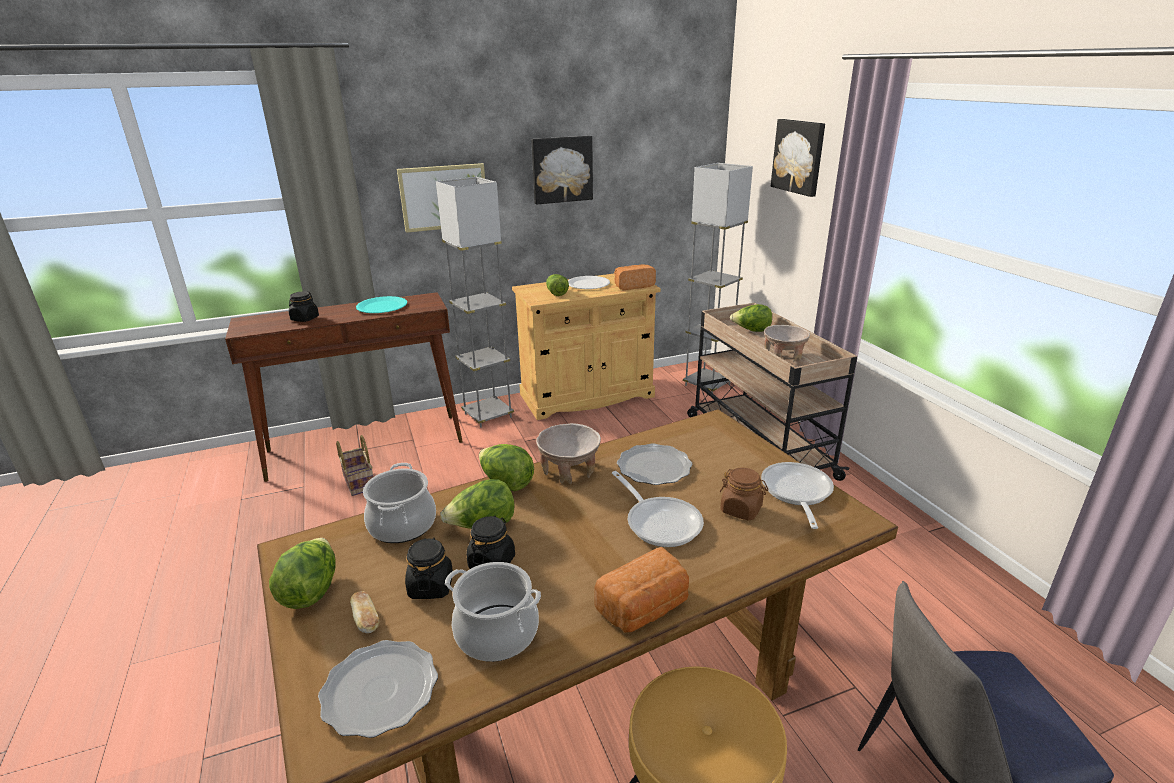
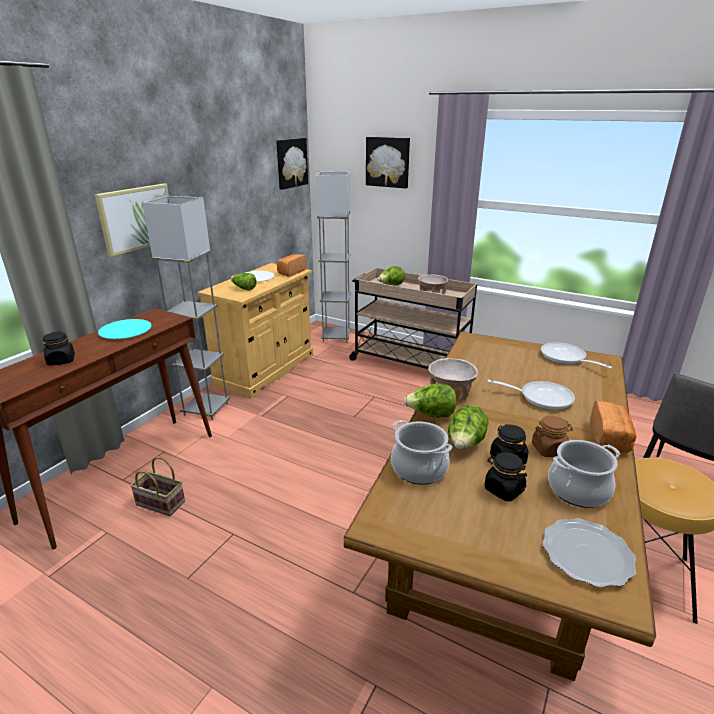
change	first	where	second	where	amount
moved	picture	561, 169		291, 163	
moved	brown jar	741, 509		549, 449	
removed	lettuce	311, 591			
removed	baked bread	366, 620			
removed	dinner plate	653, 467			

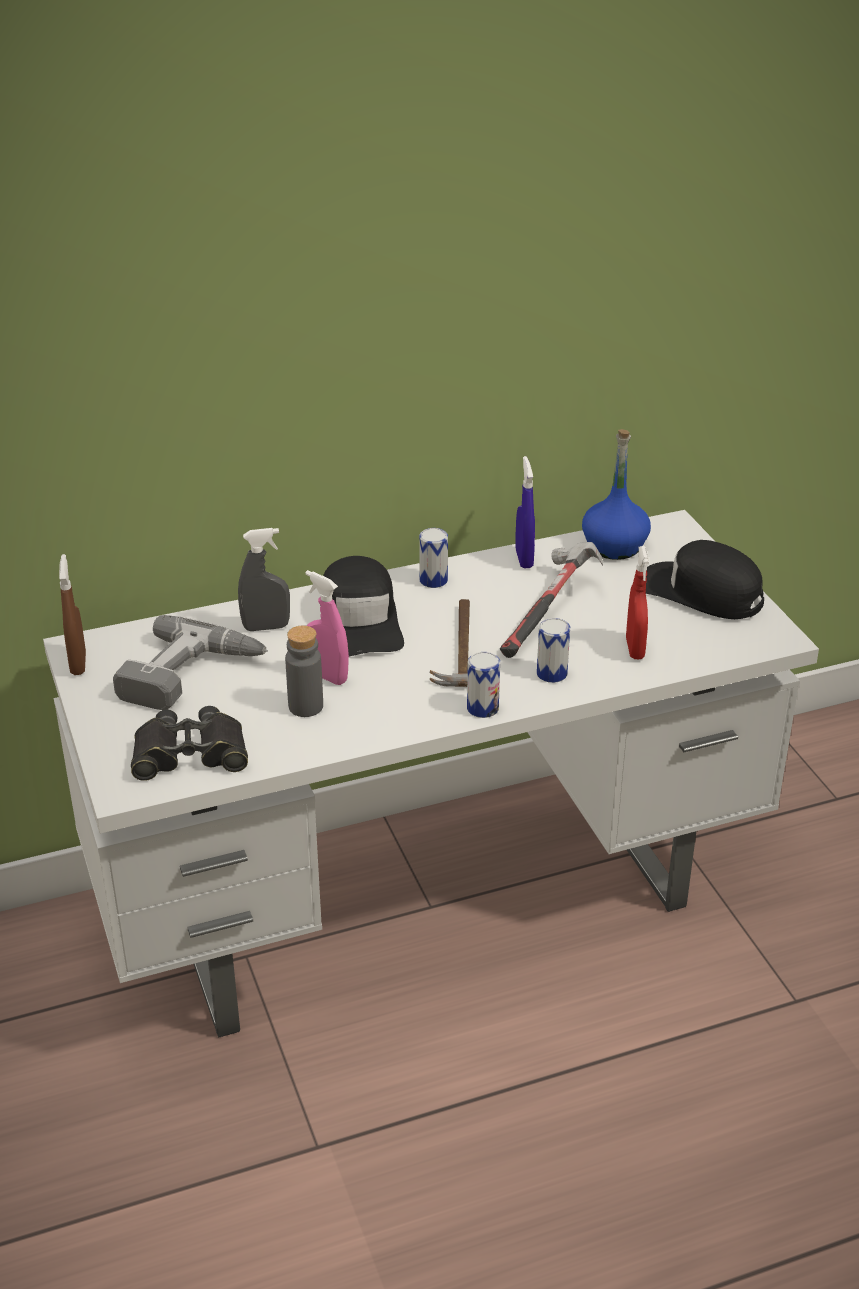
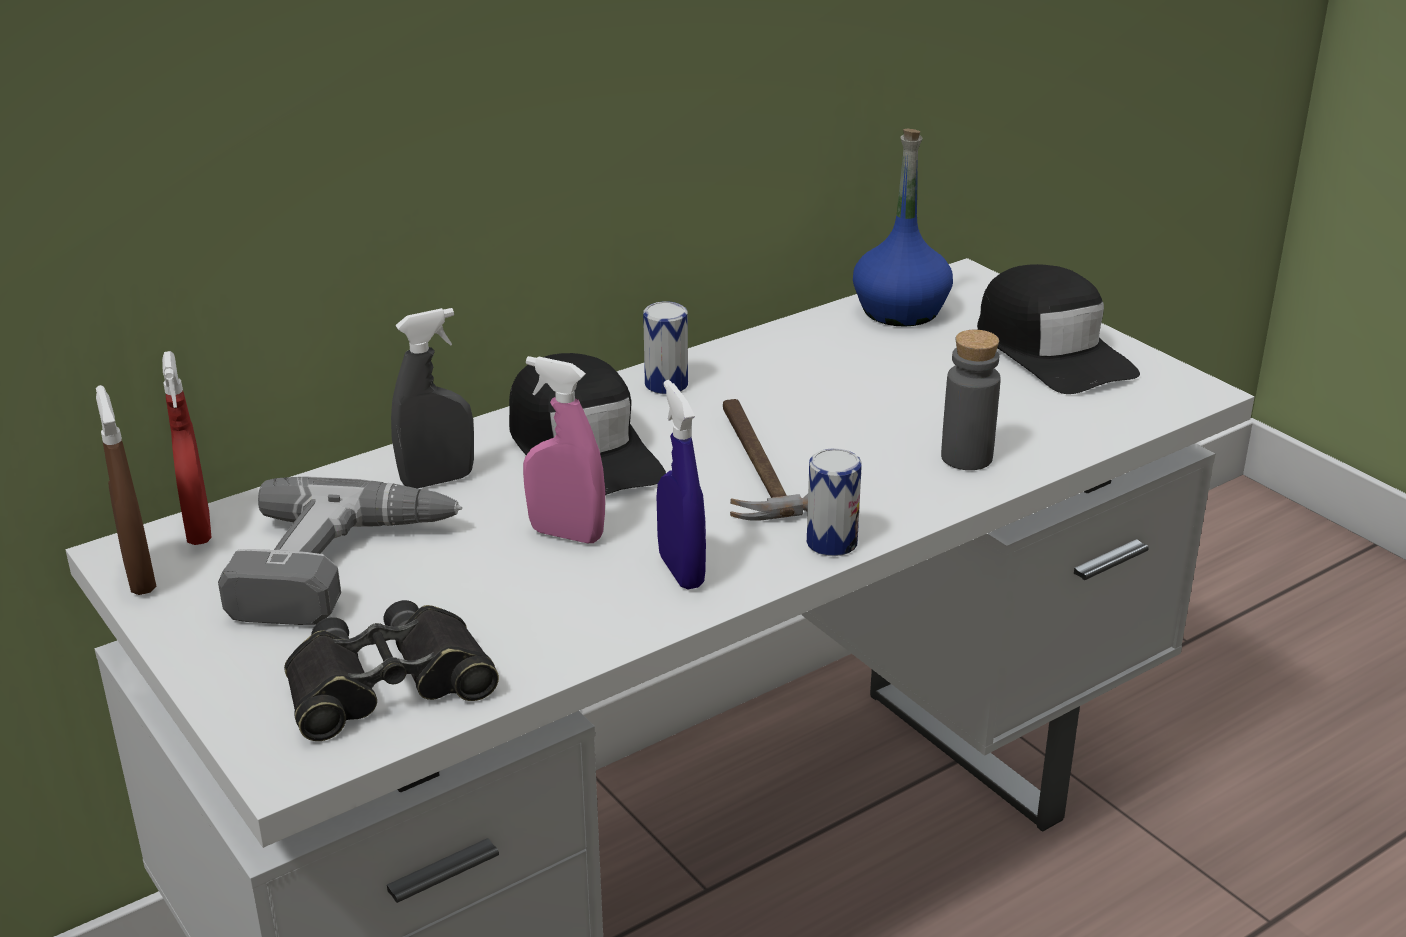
change	first	where	second	where	amount
moved	reddish spray bottle	634, 649		198, 529	
moved	blue-coloured spray bottle	524, 559		681, 571	
moved	gray beverage bottle	305, 706		966, 457	
turned	blackish baseball cap	700, 592		1052, 350	135 degrees counterclockwise
removed	tool hammer	550, 612			
removed	can	552, 673			

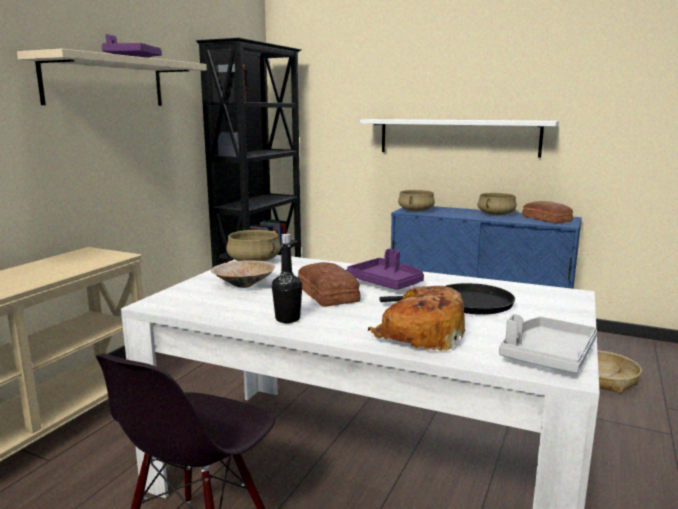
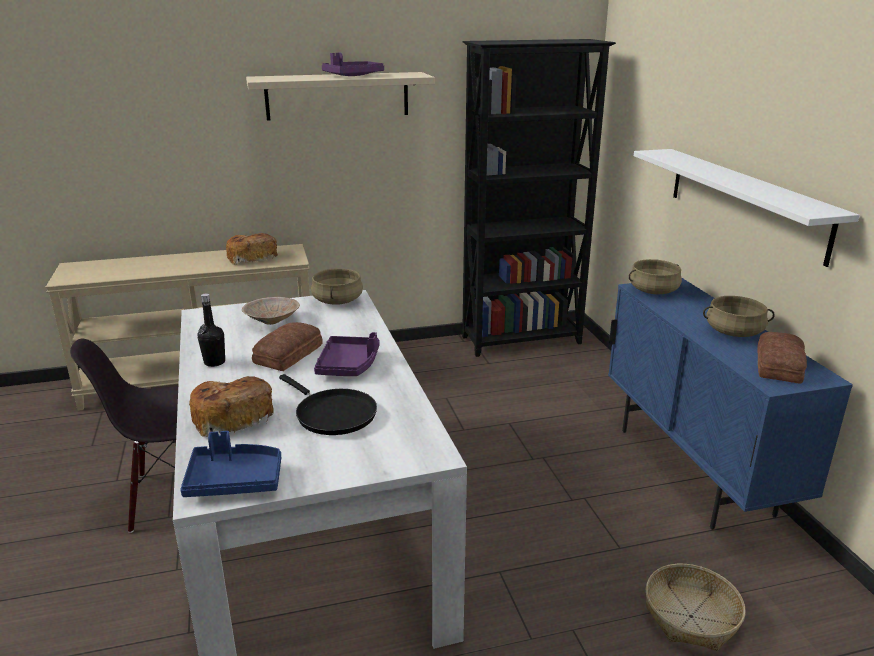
change	first	where	second	where	amount
recoloured	gray tray	547, 356	blue-coloured tray	234, 480	
added			baked bread	252, 257	

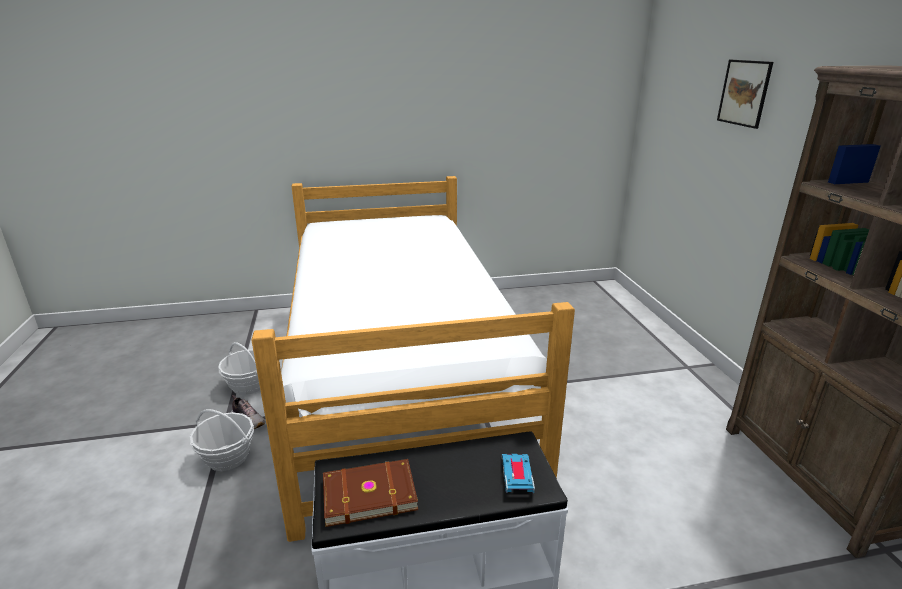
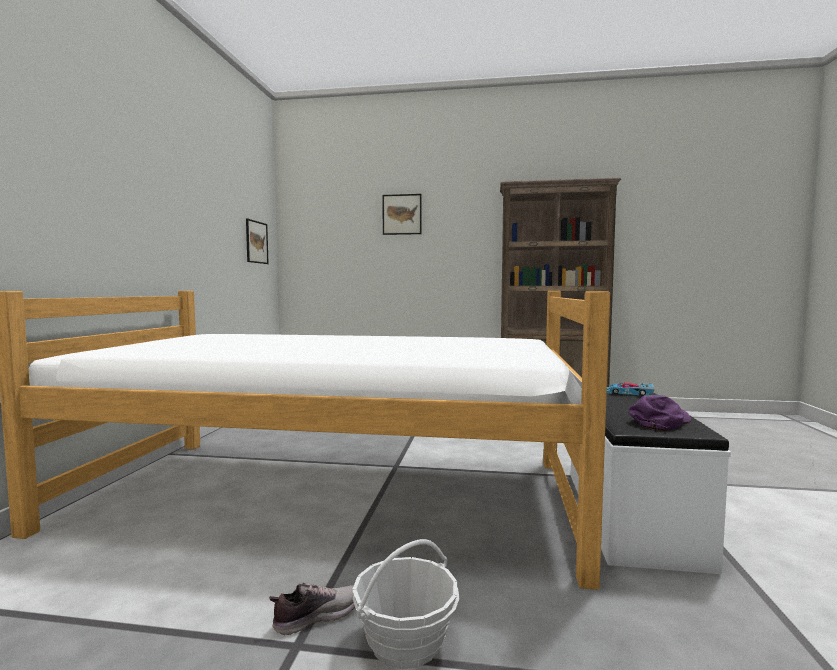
change	first	where	second	where	amount
added			picture	256, 242	
replaced	brown volume	368, 493	purple baseball cap	660, 421	
removed	basket	248, 385			

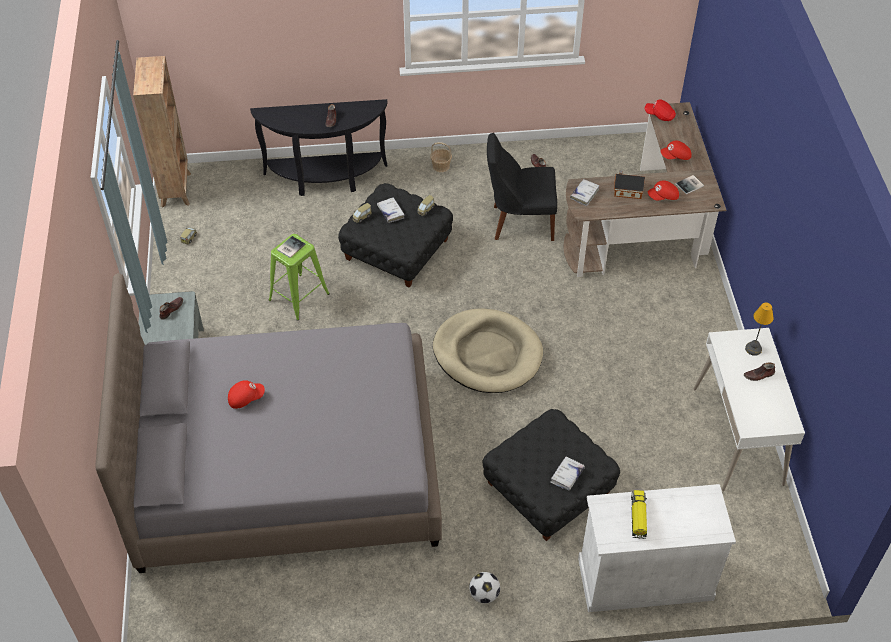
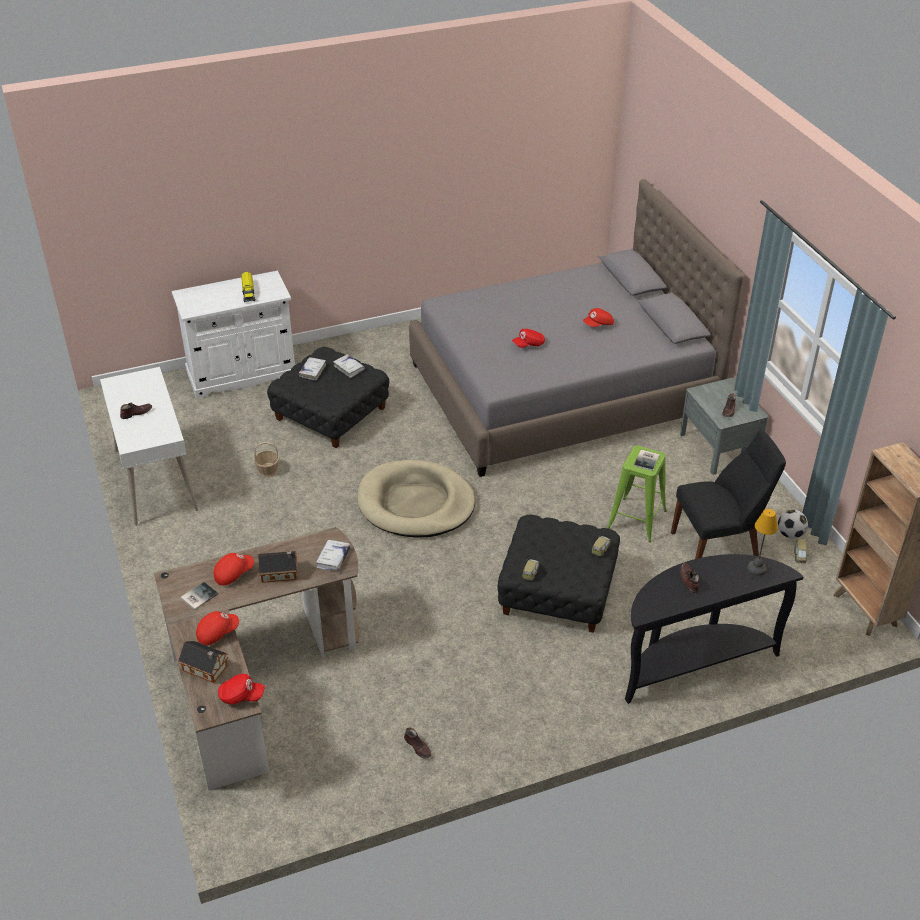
change	first	where	second	where	amount
added			miniature house	206, 669	
moved	basket	441, 166		268, 470	
moved	white-coloured volume	390, 212		349, 368	
added			reddish baseball cap	528, 344	
moved	blackish plain chair	519, 222		719, 545	
moved	table lamp	753, 349		756, 568	
moved	football	484, 594		790, 534	

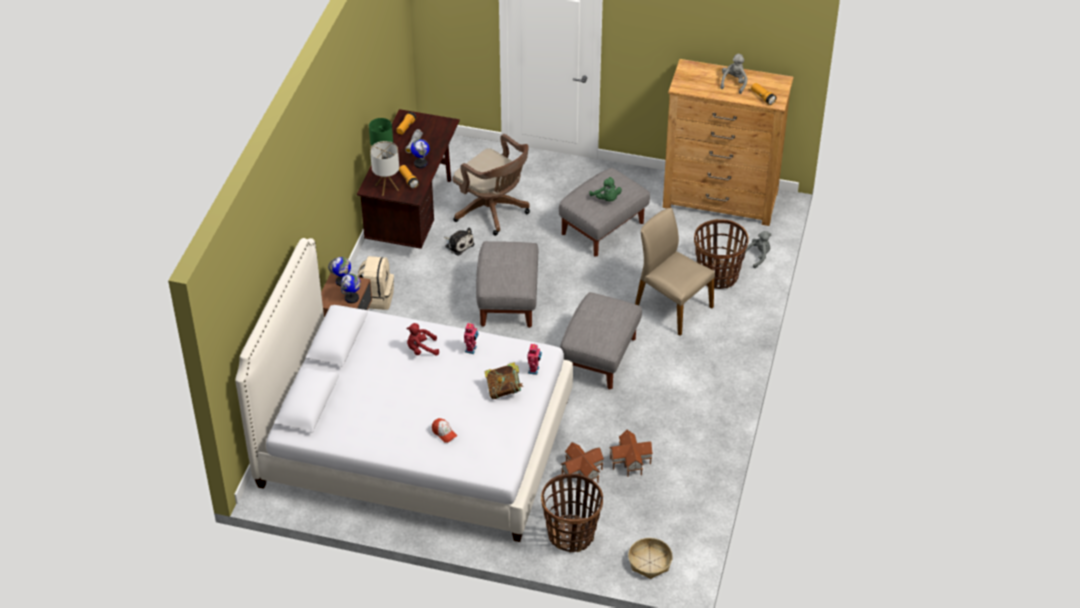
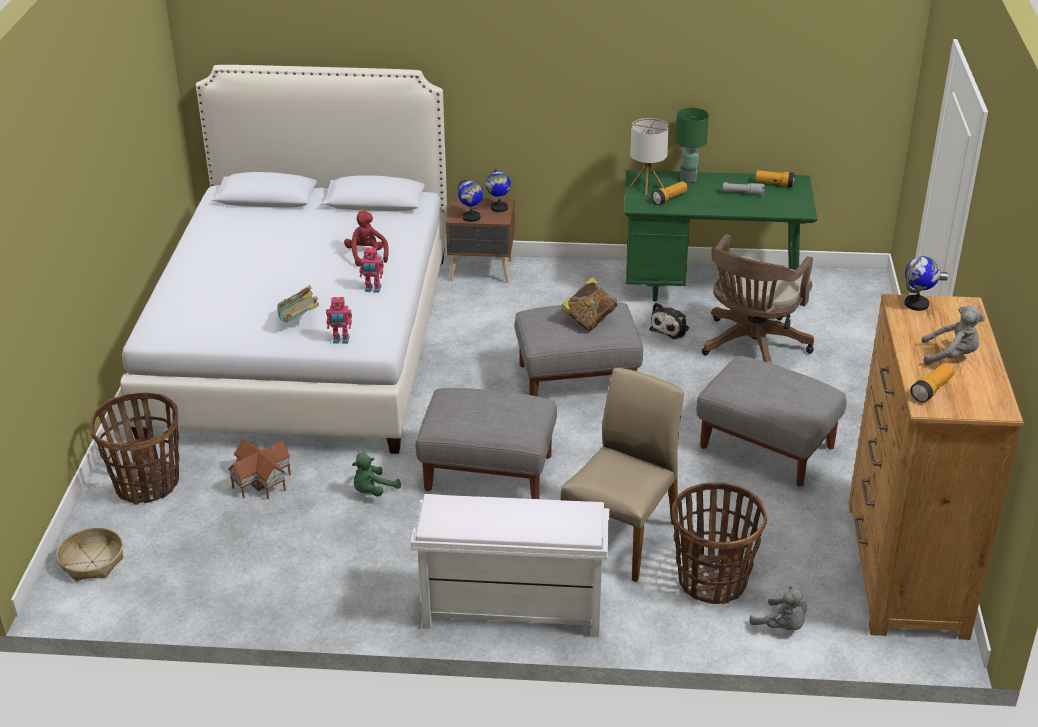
change	first	where	second	where	amount
moved	greenish plush toy	606, 199		373, 491	
added			white-coloured long seat	511, 610	
added			volume	589, 320	
recoloured	brown desk unit	412, 215	greenish desk unit	711, 287	
moved	desk globe	420, 163		917, 304	
removed	sand-coloured backpack	376, 298			
removed	baseball cap	444, 433			
removed	miniature house	629, 461			

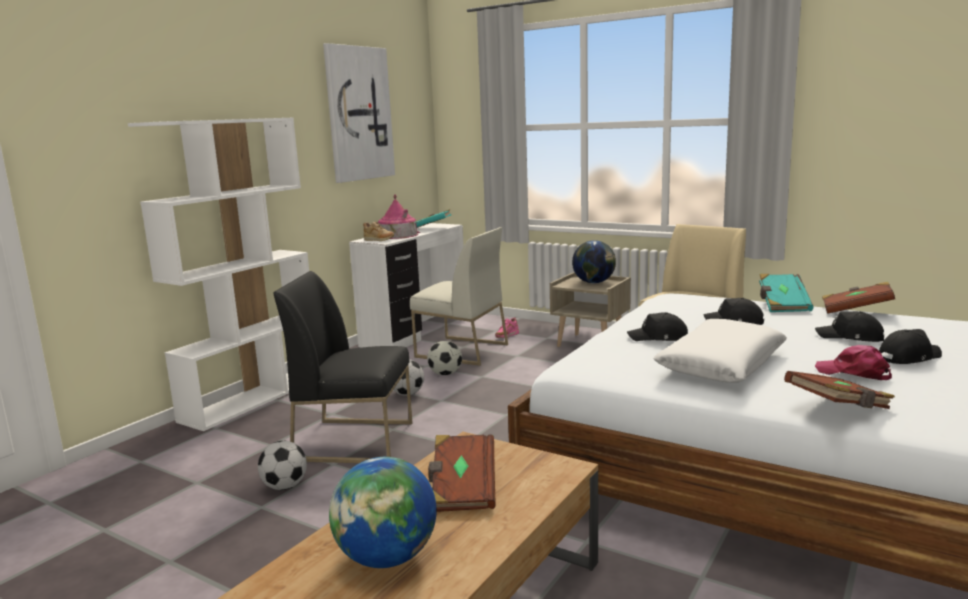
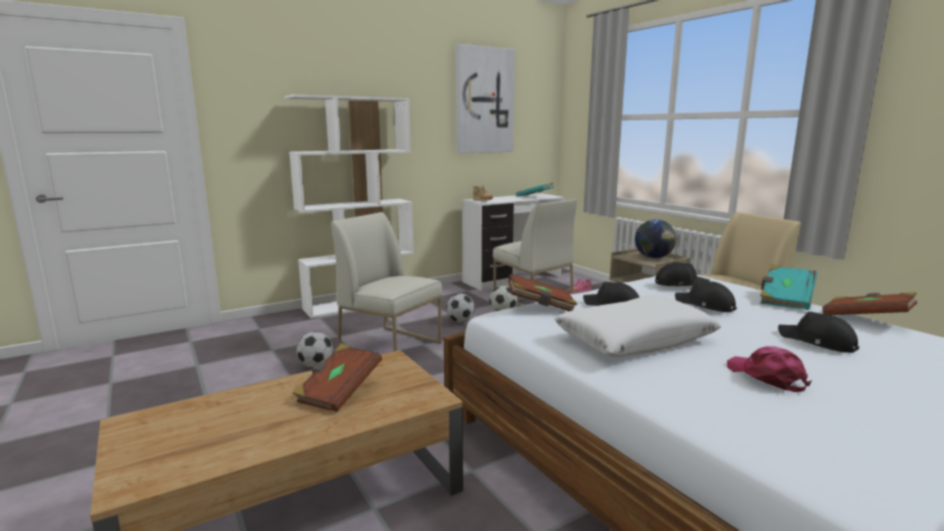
change	first	where	second	where	amount
recoloured	blackish plain chair	355, 440	white-coloured plain chair	391, 346	
moved	brown volume	838, 408		541, 306	
moved	blackish baseball cap	908, 357		680, 284	
removed	desk globe	387, 558			
removed	miniature house	397, 235			

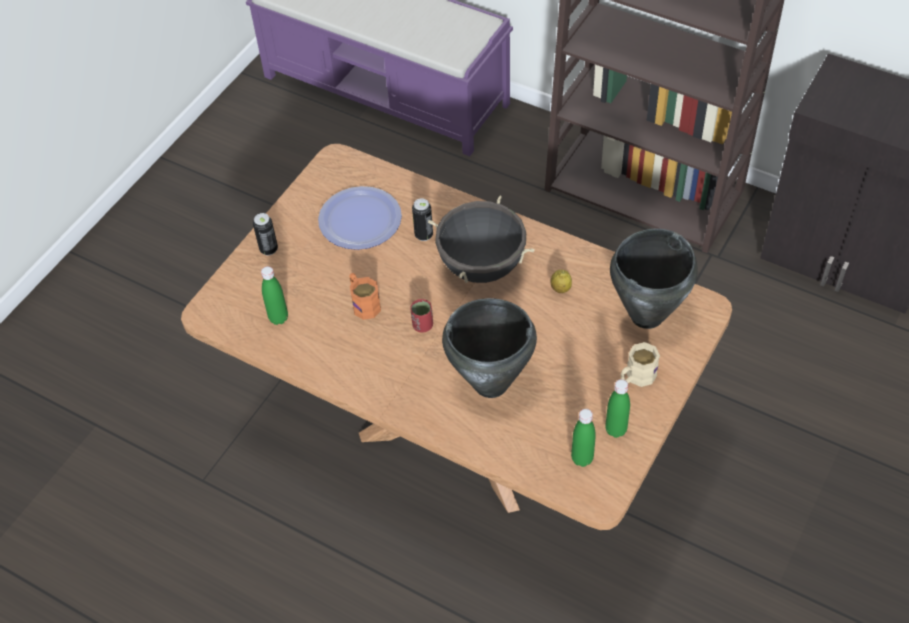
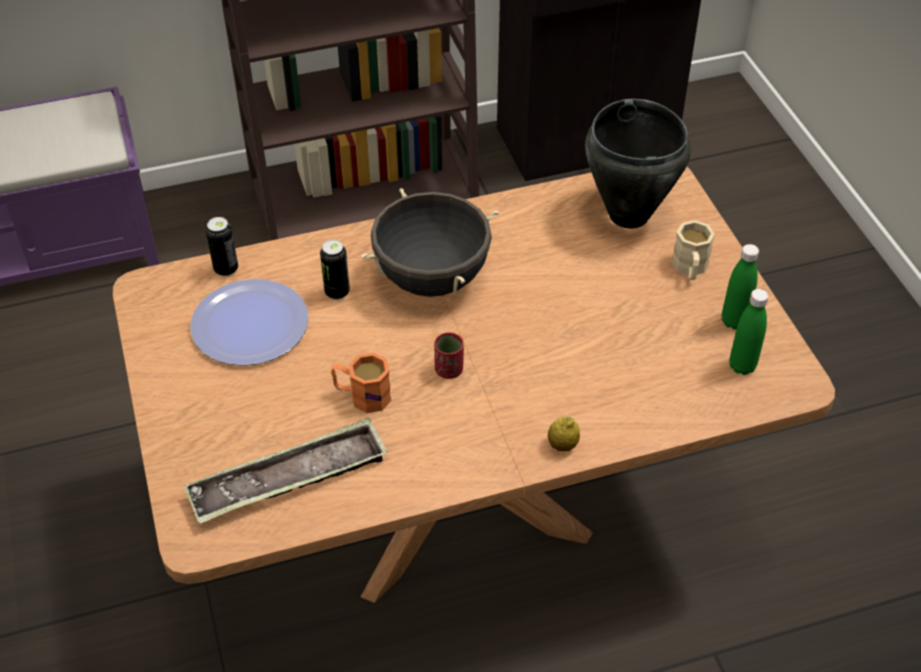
change	first	where	second	where	amount
replaced	greenish beverage bottle	278, 318	tray	289, 479	
moved	can	269, 249		226, 269	
moved	lemon	560, 289		562, 445	
removed	blackish cooking pot	491, 384			

